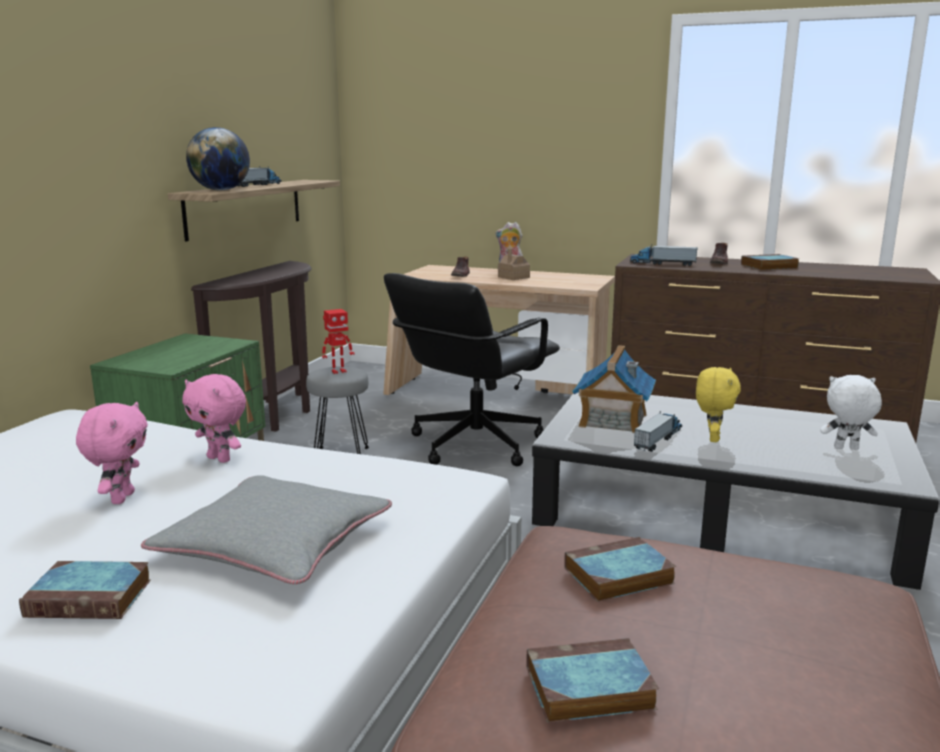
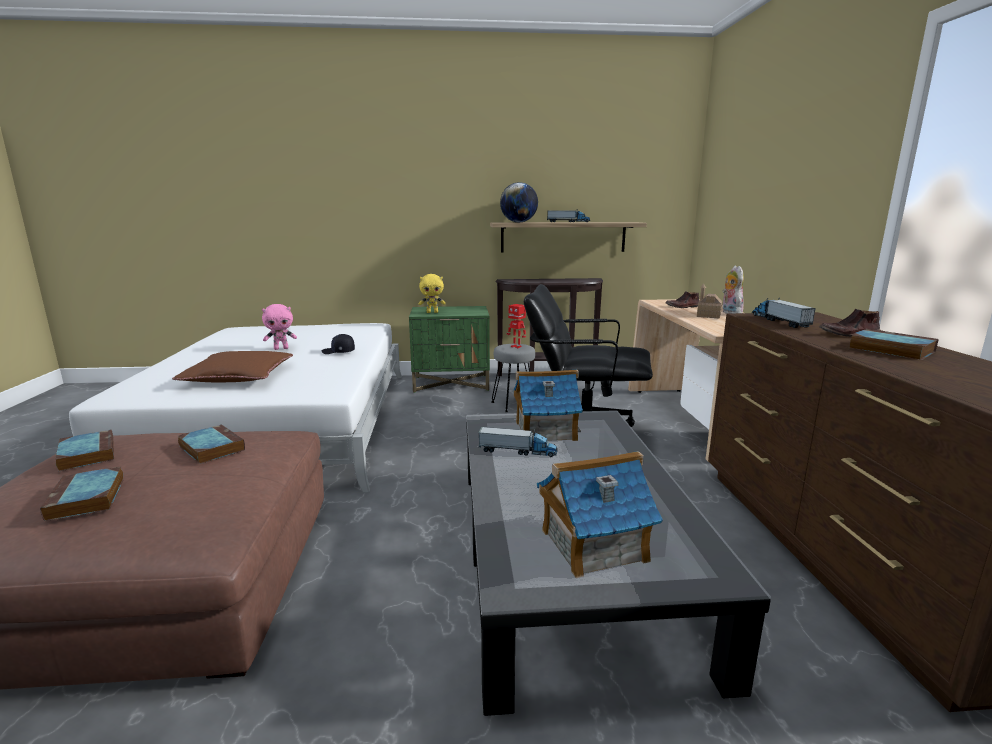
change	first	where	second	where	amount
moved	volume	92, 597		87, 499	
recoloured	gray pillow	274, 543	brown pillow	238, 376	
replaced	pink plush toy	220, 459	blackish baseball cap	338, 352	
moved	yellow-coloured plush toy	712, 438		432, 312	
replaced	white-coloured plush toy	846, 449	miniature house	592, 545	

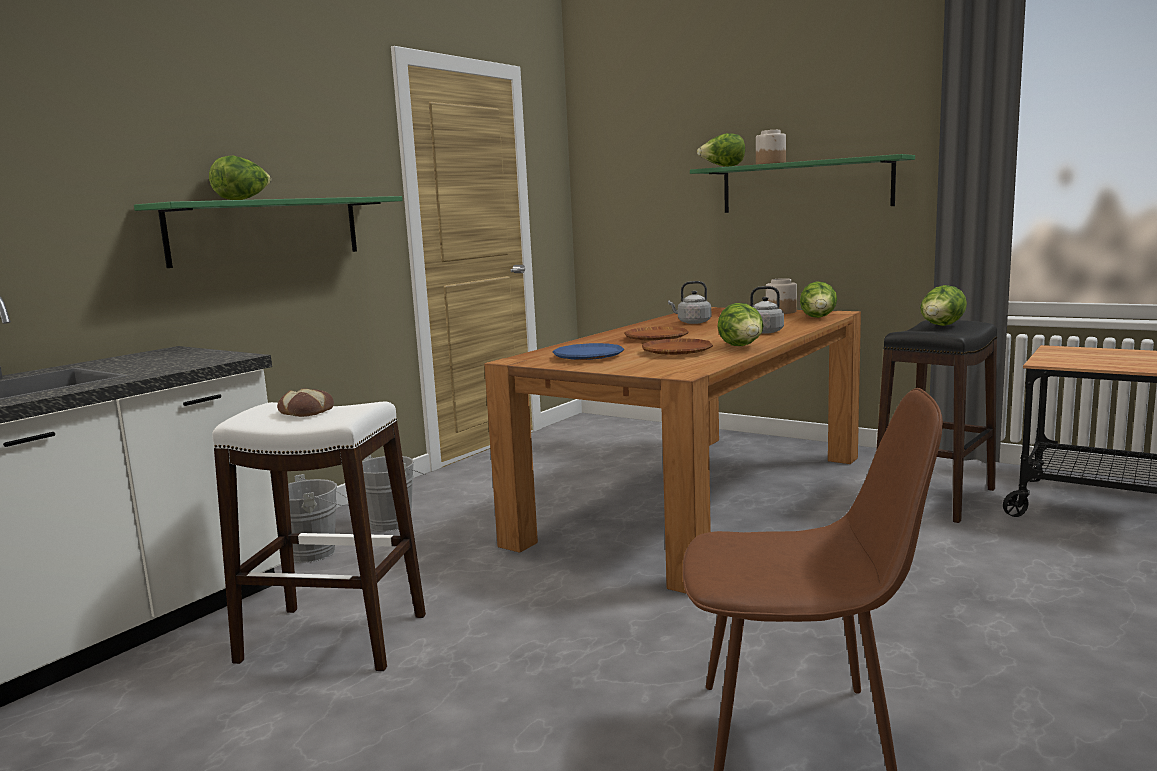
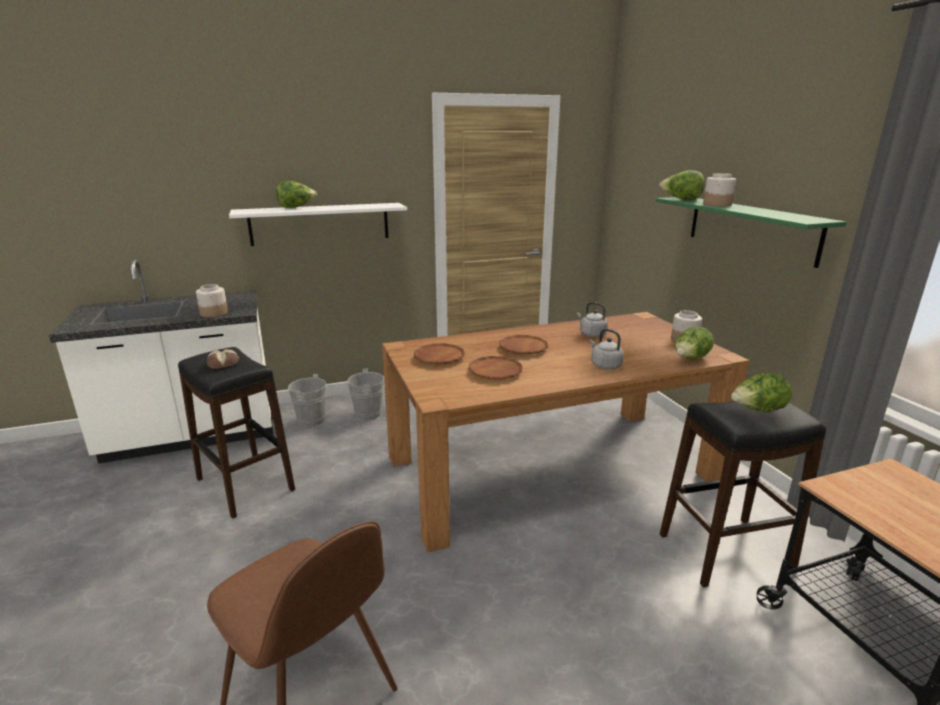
change	first	where	second	where	amount
recoloured	white-coloured stool	334, 638	blackish stool	245, 484	
added			jar	214, 313	
recoloured	greenish shelf	267, 230	white-coloured shelf	320, 224	
recoloured	blue-coloured dinner plate	588, 357	brown dinner plate	439, 357	
removed	lettuce	742, 347			

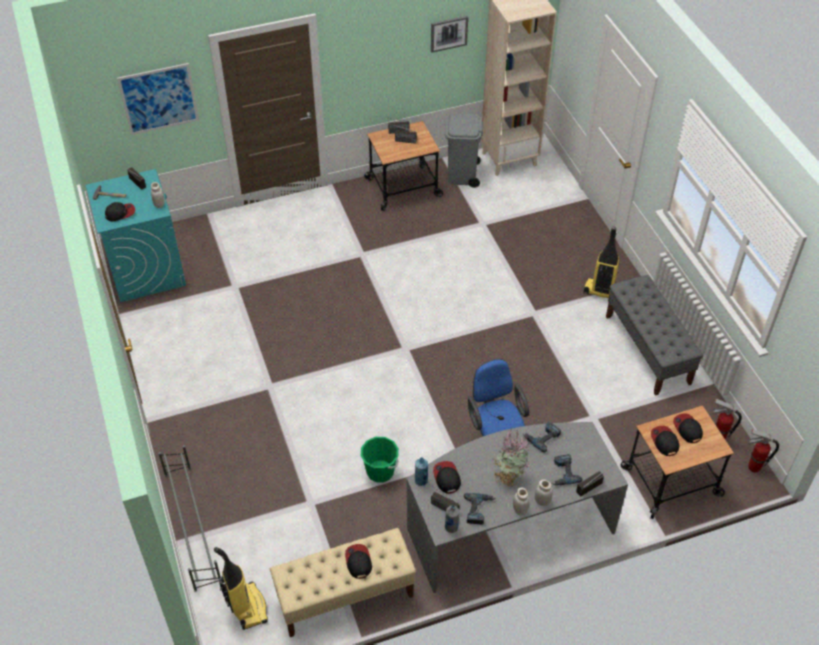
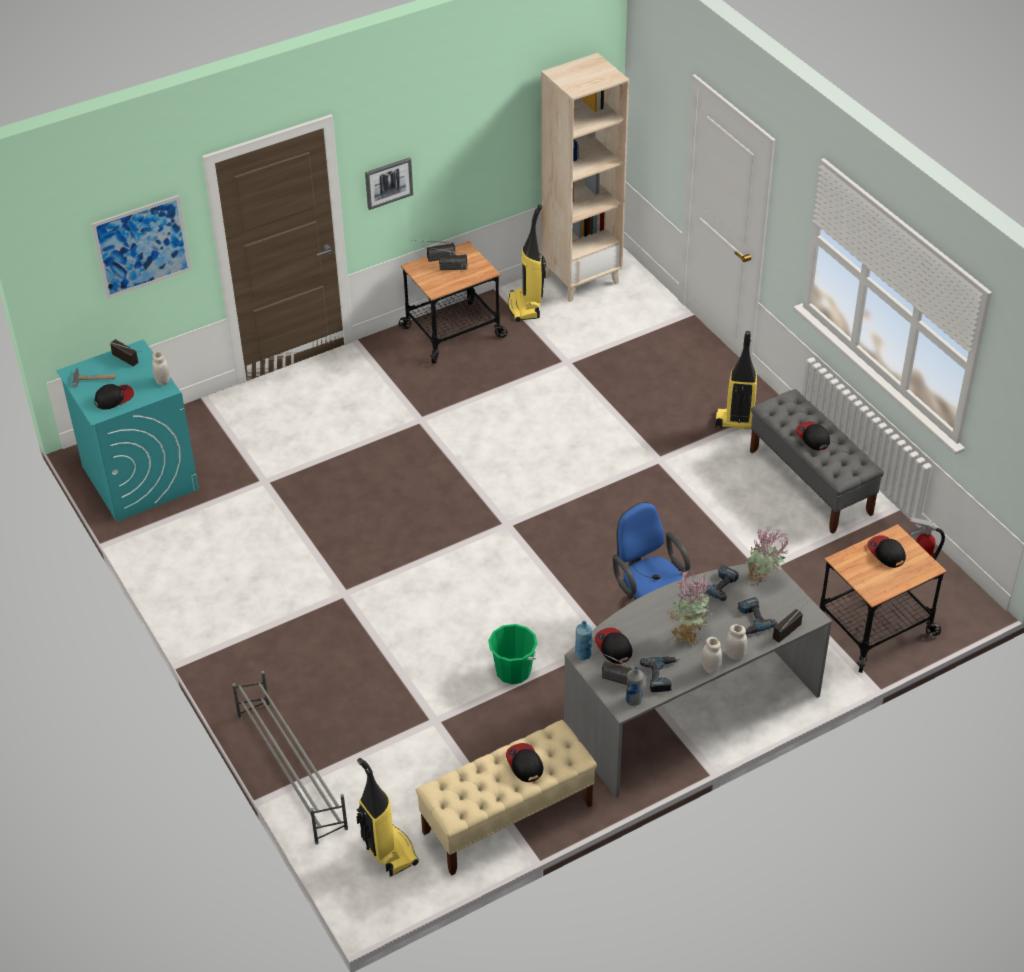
change	first	where	second	where	amount
moved	picture	448, 33		388, 182	
replaced	gray waste bin	462, 175	hoover	525, 307	
added			plant in a pot	763, 581	
moved	baseball cap	664, 441		812, 437	
removed	extinguisher	753, 467			

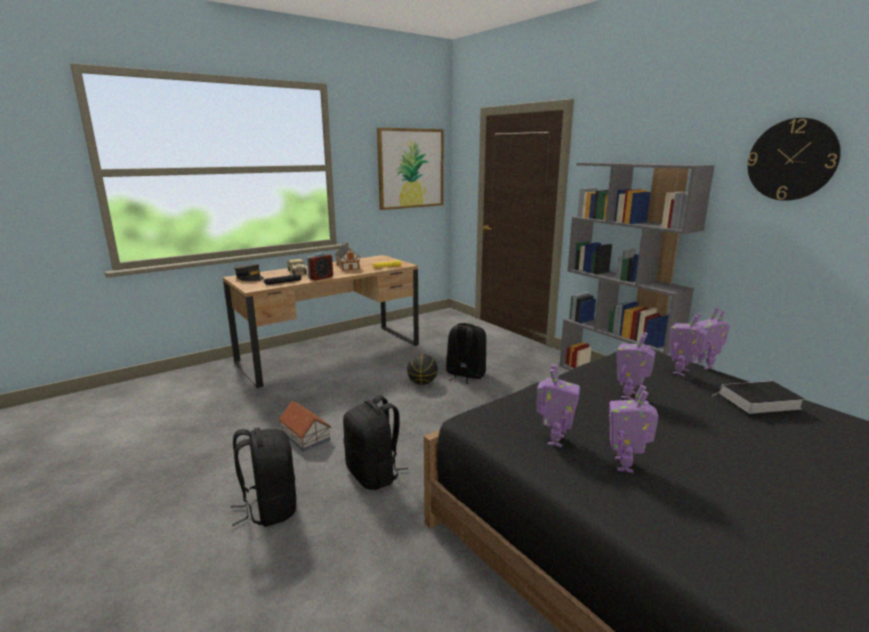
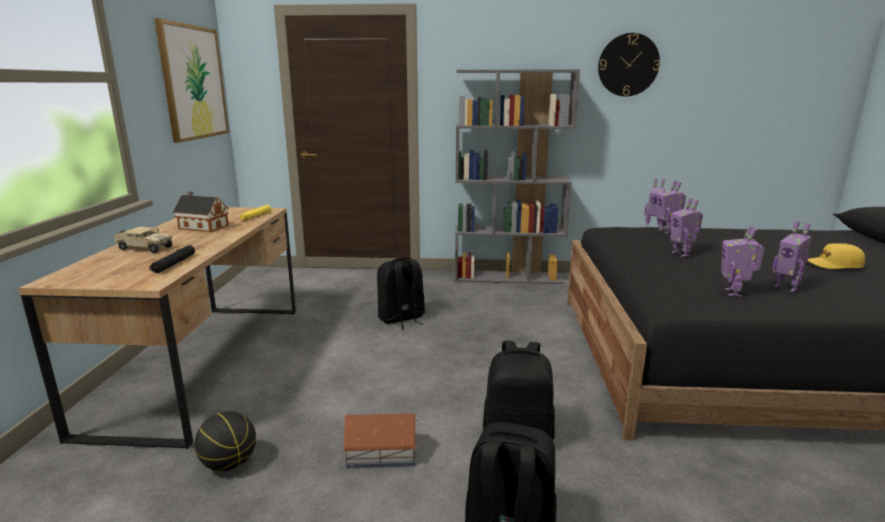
change	first	where	second	where	amount
moved	basketball ball	422, 383		229, 463	
turned	toy robot	554, 440		734, 293	135 degrees counterclockwise
added			yellow-coloured baseball cap	834, 264	
removed	gray baseball cap	250, 278			
removed	bedside clock	321, 278			
removed	volume	758, 401			

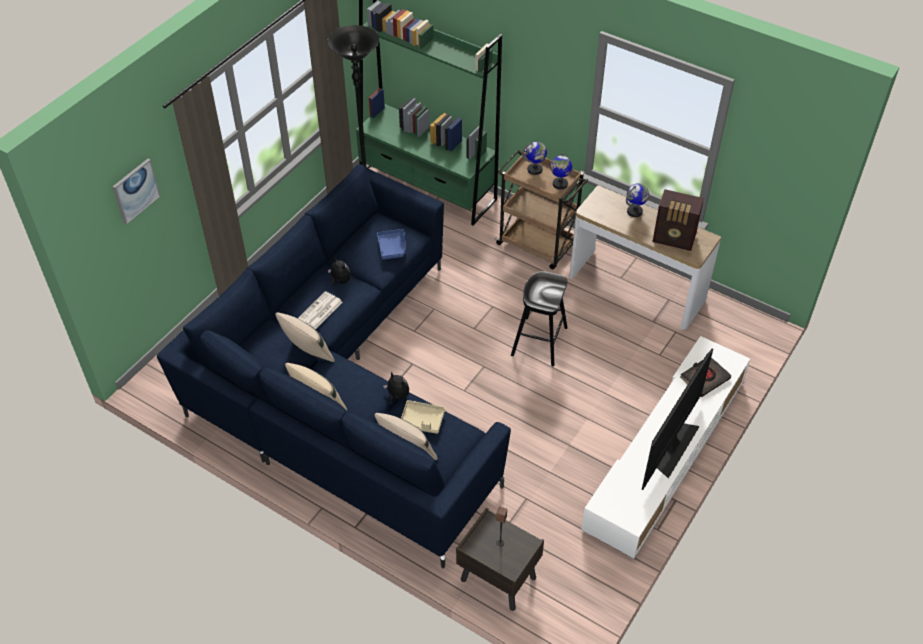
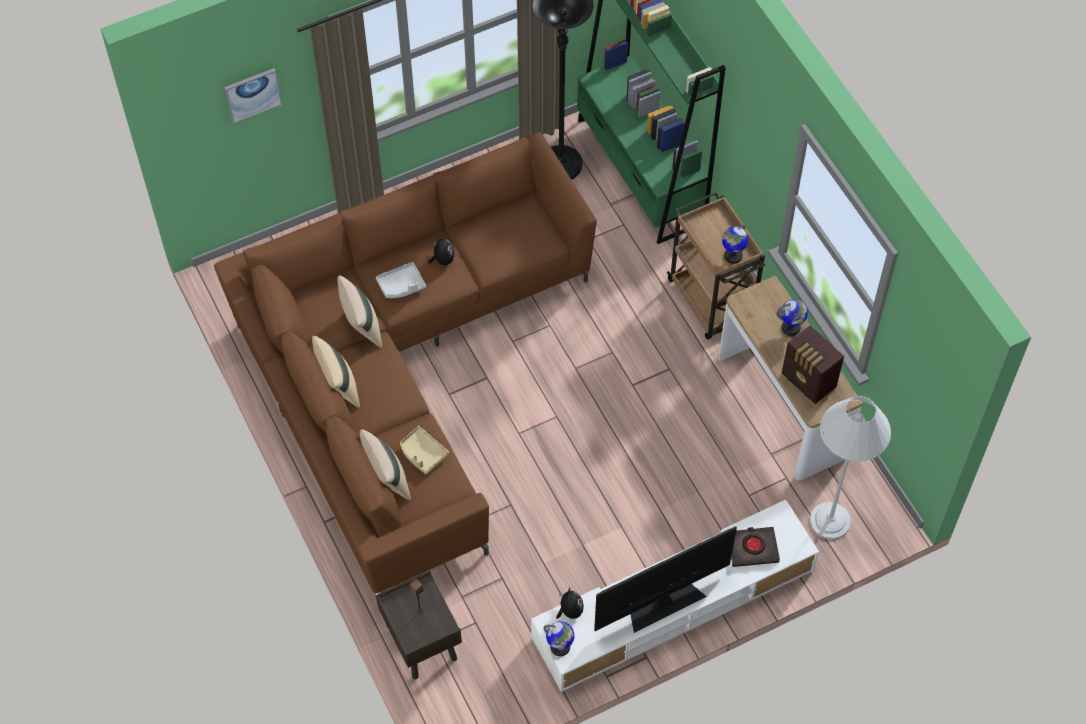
change	first	where	second	where	amount
recoloured	blue-coloured settee	343, 390	brown settee	401, 372	
replaced	daily paper	320, 311	gray tray	401, 285	
moved	desk globe	535, 170		560, 647	
moved	plush toy	397, 396		570, 611	
added			white-coloured standing lamp	830, 521	
removed	blue-coloured tray	392, 247			
removed	blackish stool	539, 341			

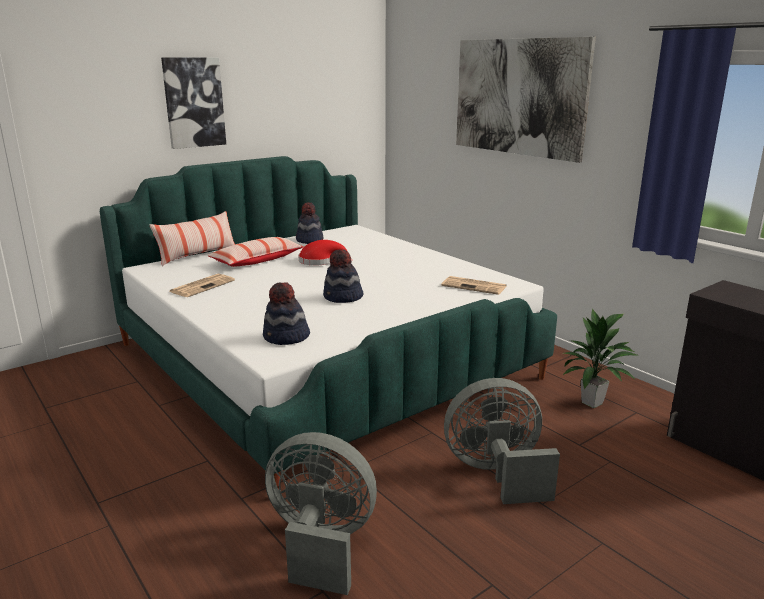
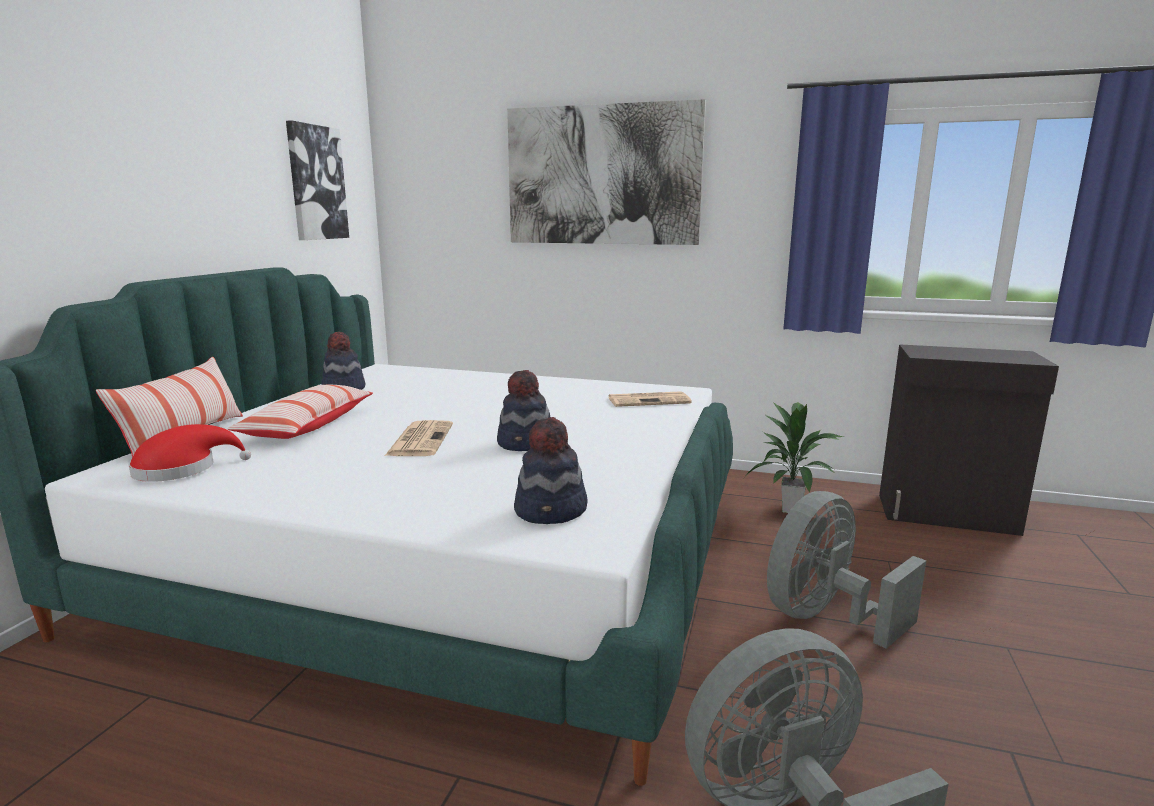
change	first	where	second	where	amount
moved	reddish wearable hat	320, 261		182, 469	
moved	picture	194, 102		316, 183	
moved	daily paper	202, 286		420, 439	

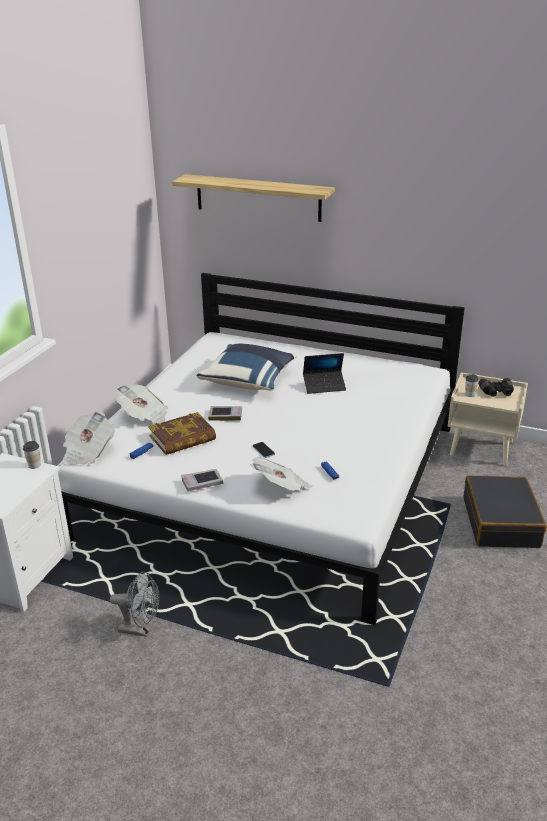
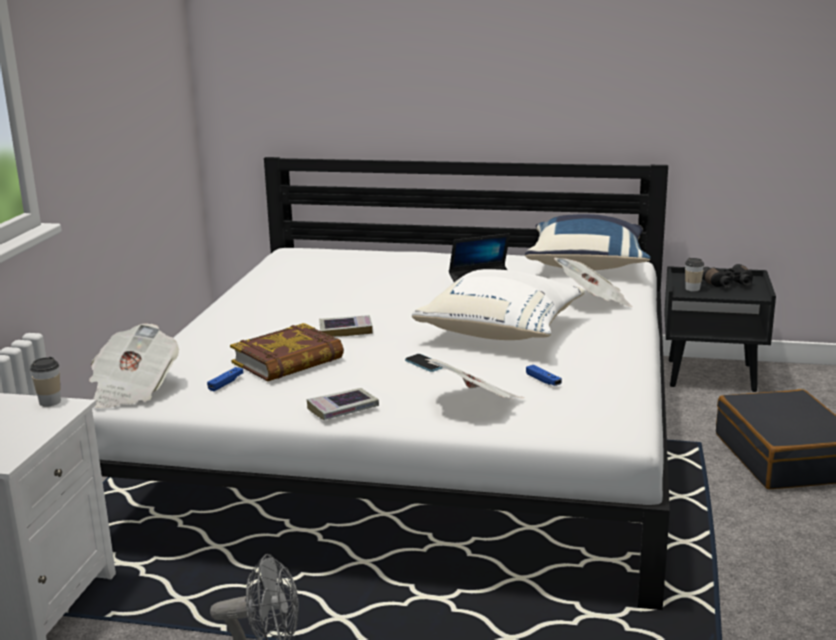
change	first	where	second	where	amount
added			white-coloured pillow	502, 331	
moved	blue-coloured pillow	249, 381		587, 265	
moved	daily paper	144, 416		593, 301	
recoloured	sand-coloured bedside table	482, 448	blackish bedside table	712, 375	
removed	shelf	258, 198			

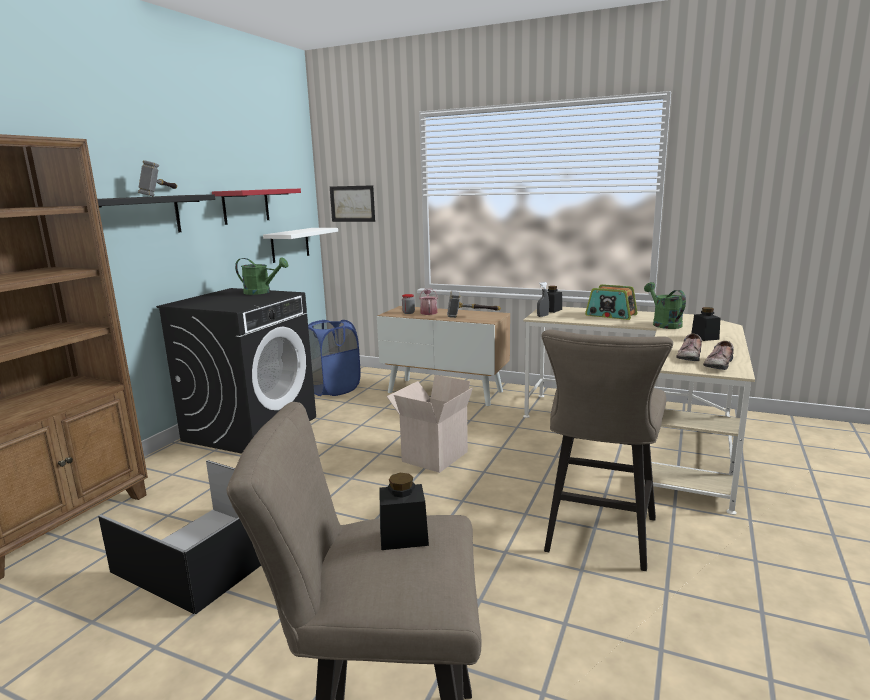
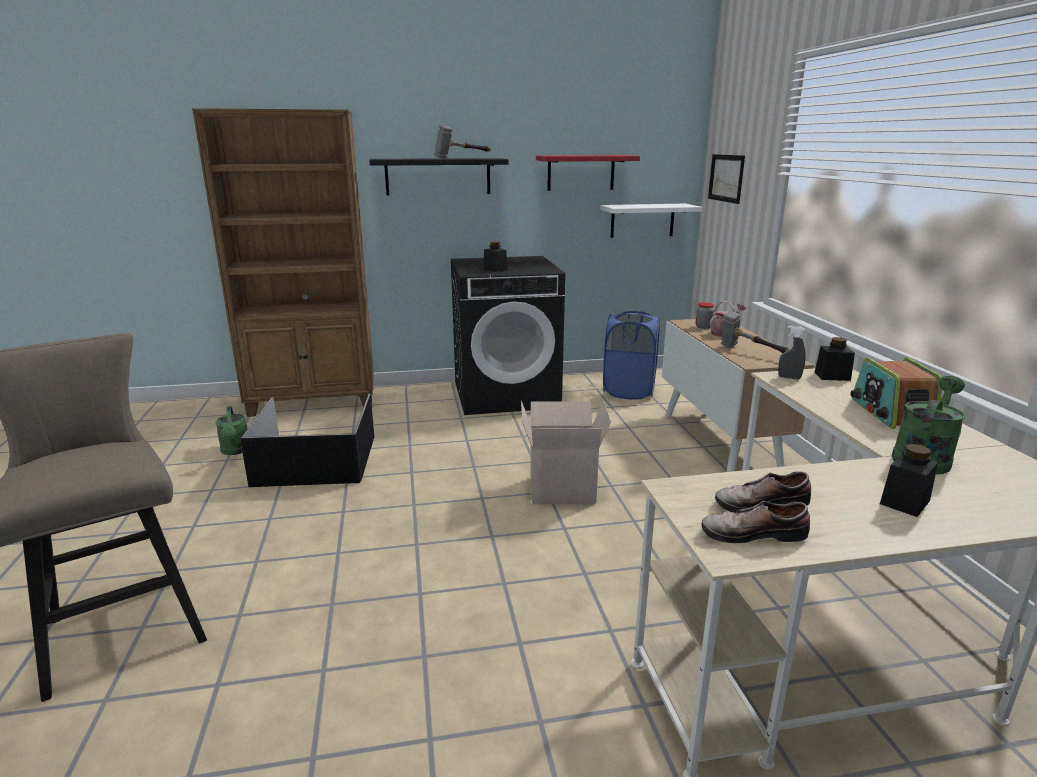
change	first	where	second	where	amount
moved	greenish sprinkling can	262, 292		236, 451	
moved	blackish jar	403, 537		495, 269	
removed	sand-coloured stool	597, 539			

